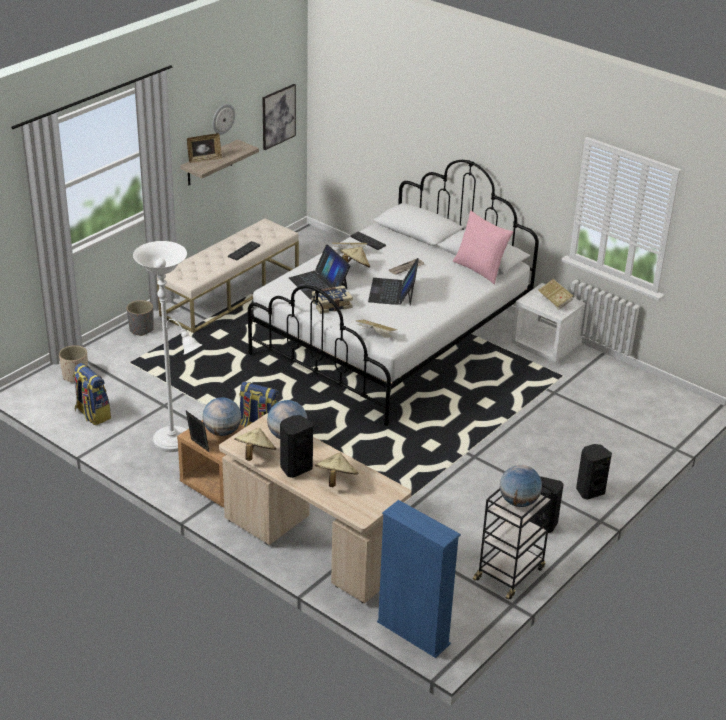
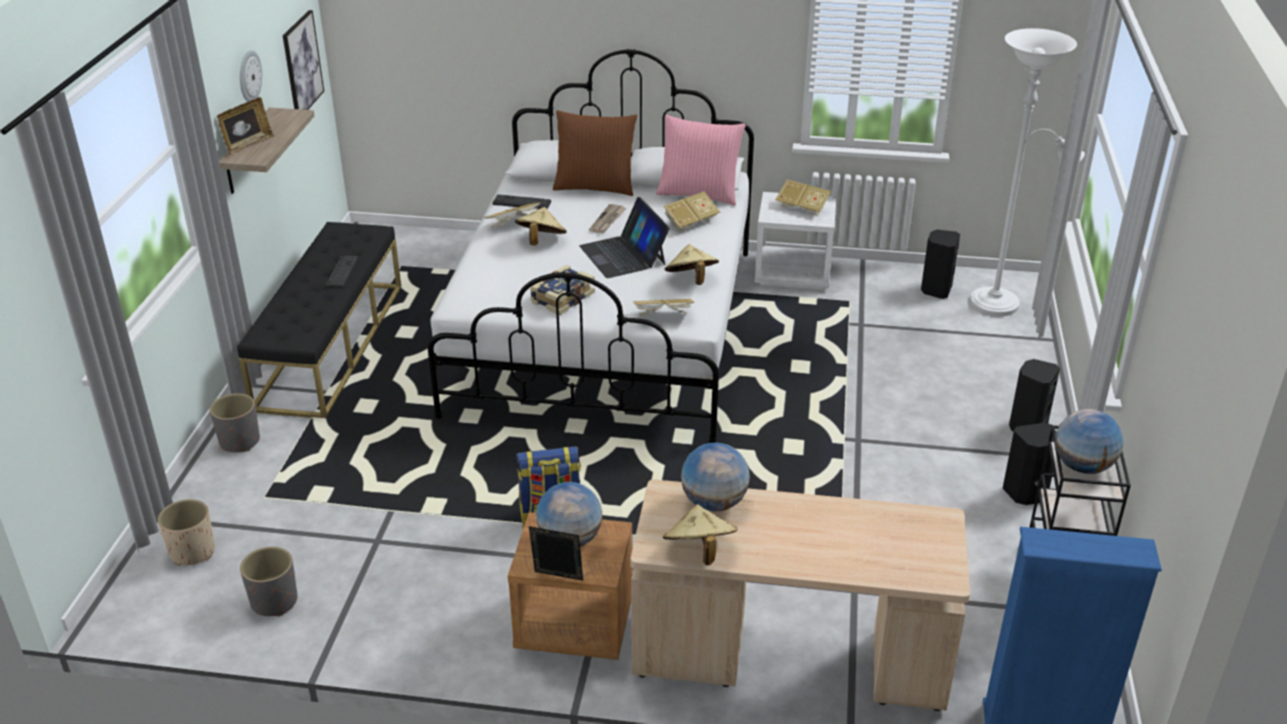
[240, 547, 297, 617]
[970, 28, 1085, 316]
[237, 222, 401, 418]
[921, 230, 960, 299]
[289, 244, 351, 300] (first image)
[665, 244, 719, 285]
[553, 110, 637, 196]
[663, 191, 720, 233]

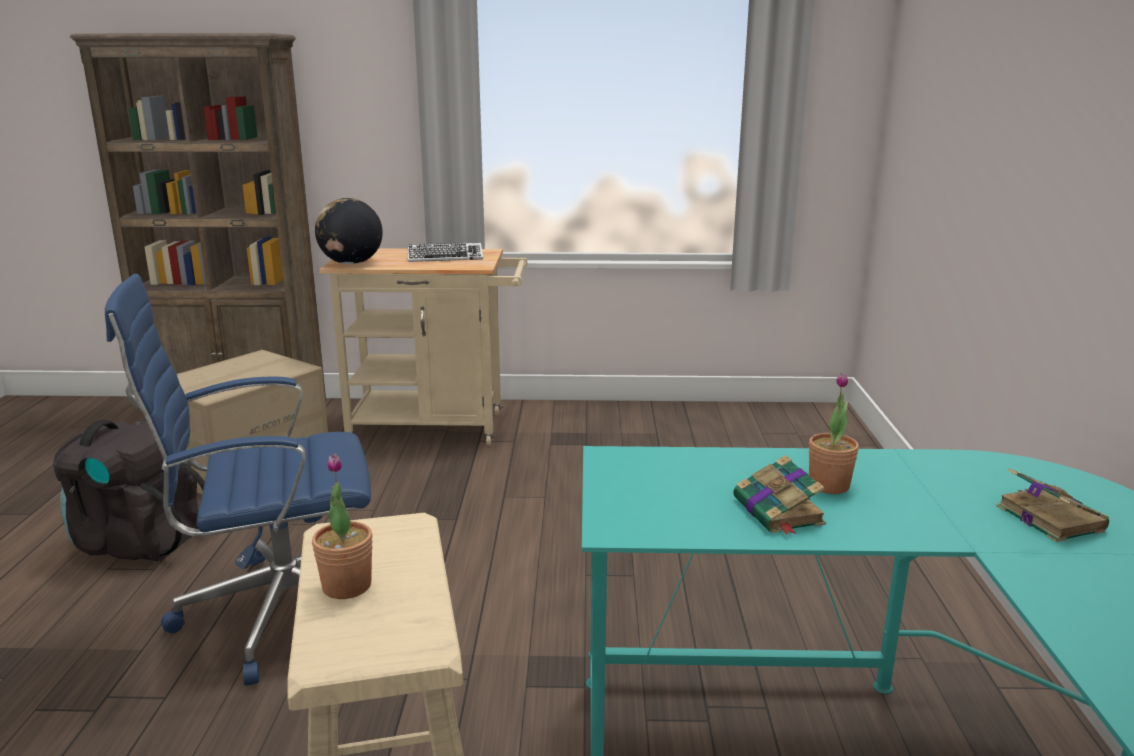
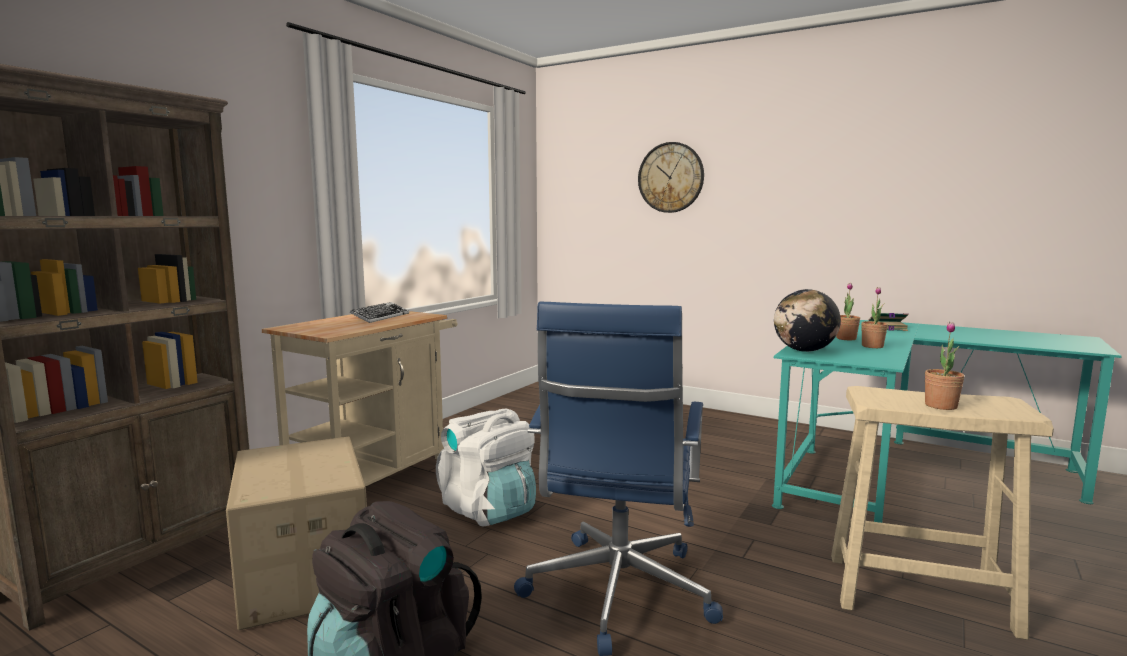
[774, 289, 841, 352]
[861, 287, 888, 348]
[436, 409, 536, 527]
[638, 142, 704, 213]

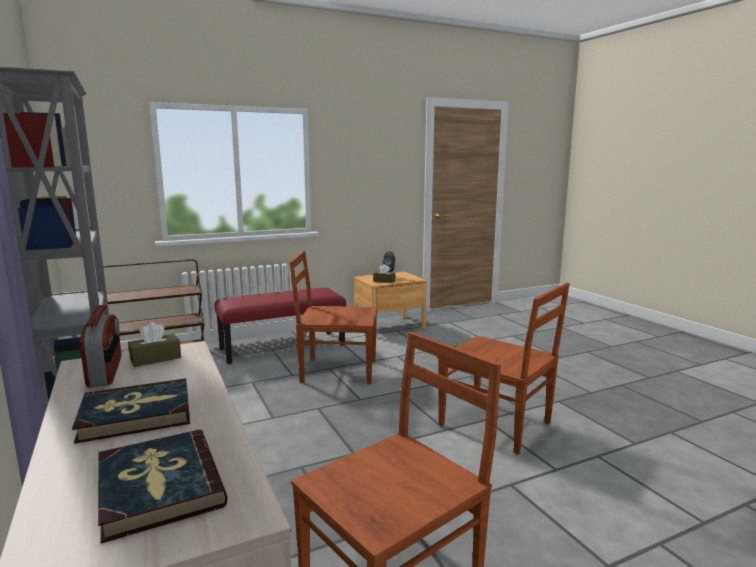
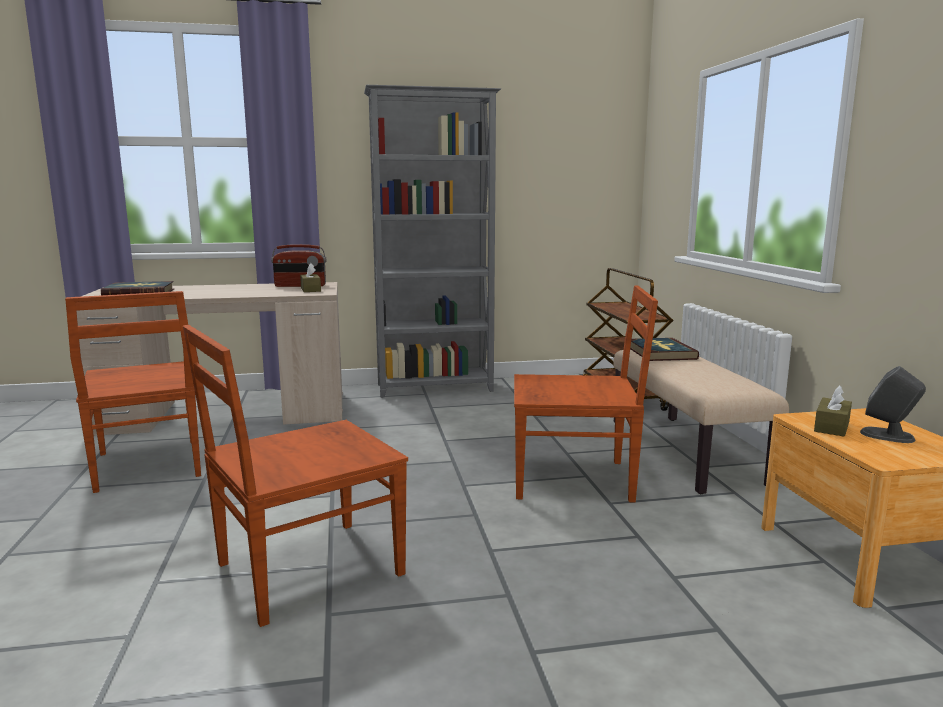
[630, 338, 699, 361]
[613, 349, 789, 494]
[514, 285, 658, 502]

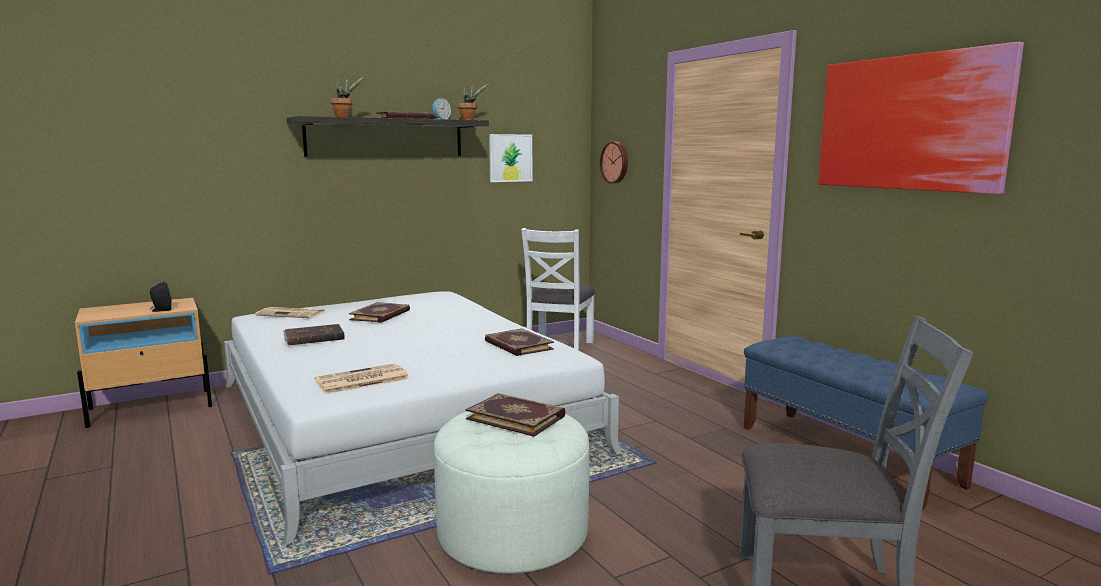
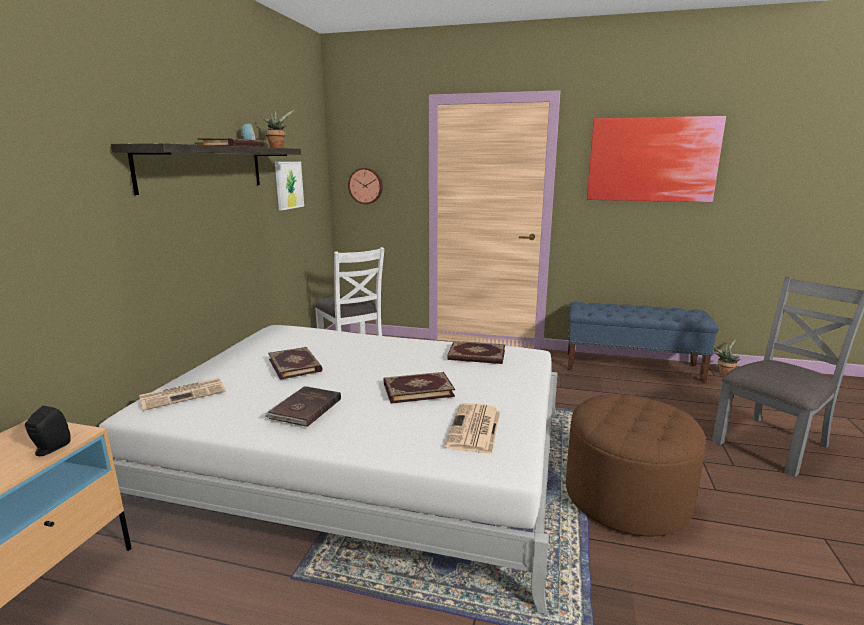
[715, 339, 740, 375]
[566, 394, 706, 536]
[384, 372, 455, 404]

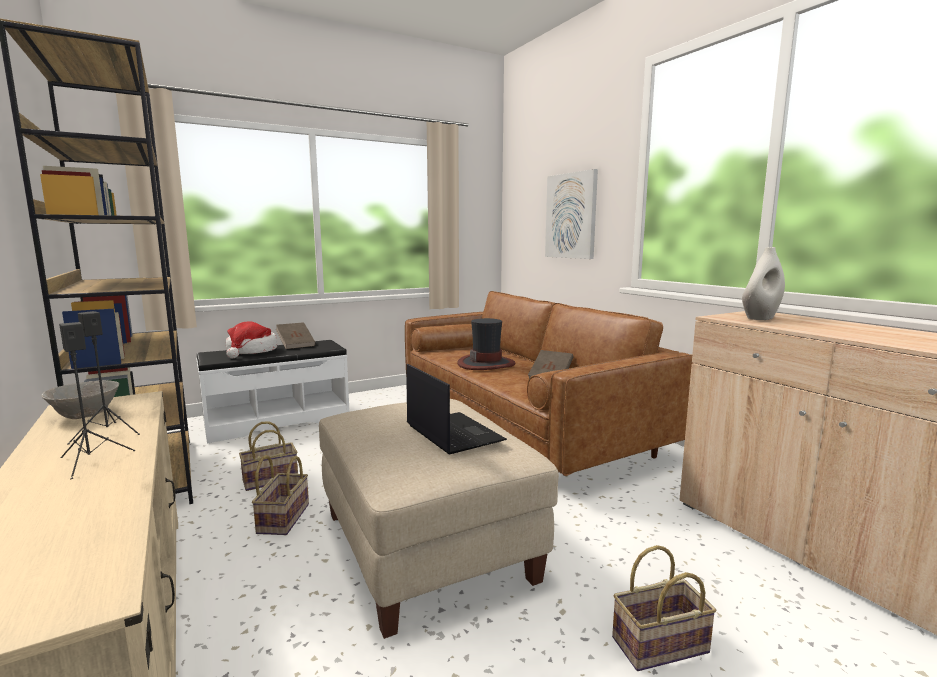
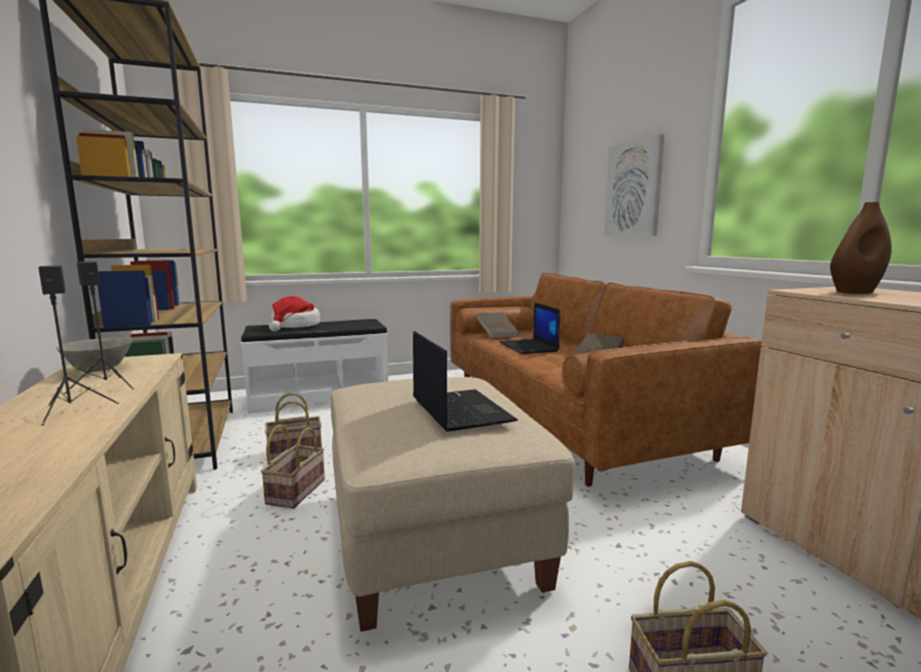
[476, 312, 519, 339]
[499, 302, 560, 354]
[830, 202, 892, 294]

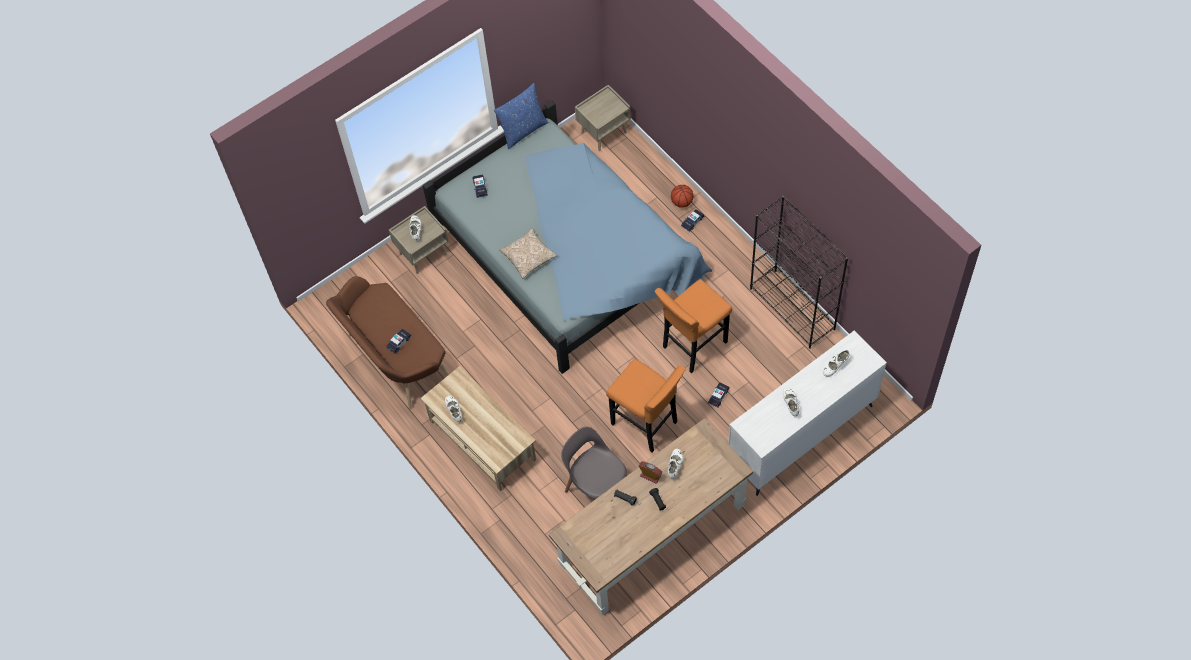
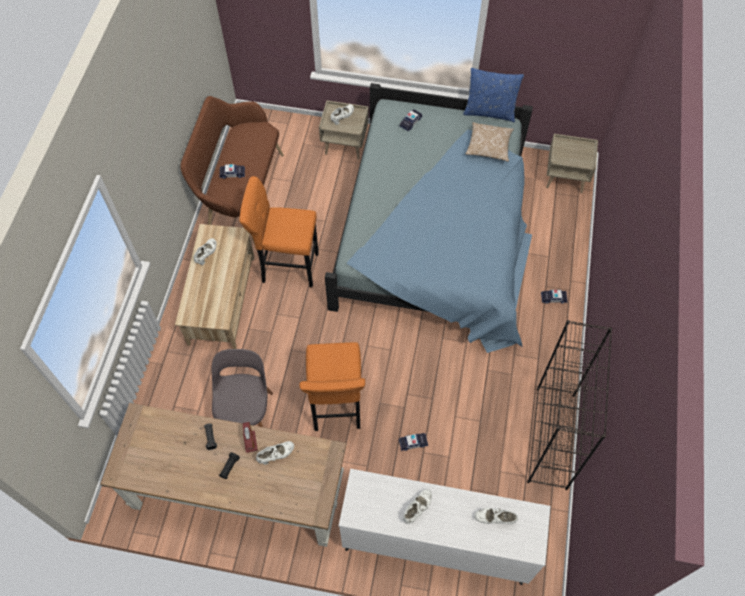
[465, 122, 514, 162]
[239, 176, 319, 288]
[671, 185, 693, 208] (first image)

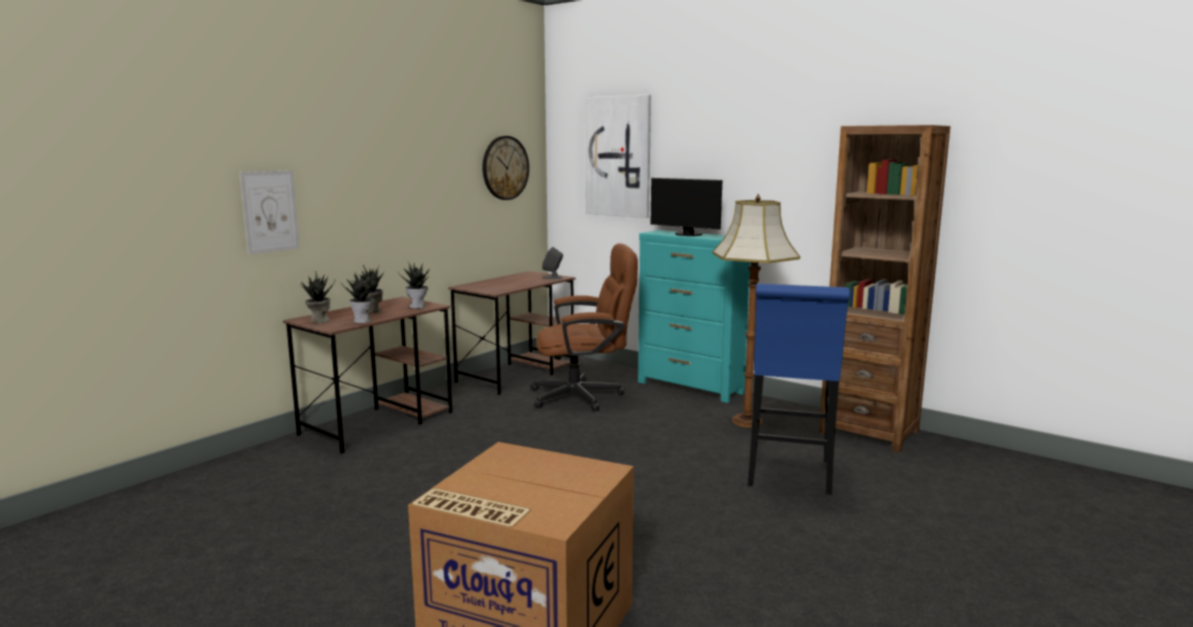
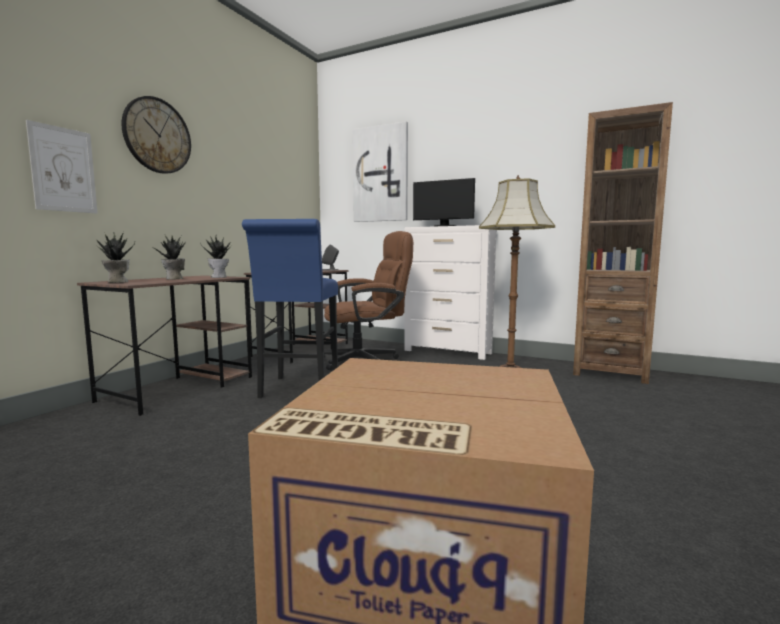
[341, 272, 374, 323] (first image)
[121, 96, 191, 174]
[404, 225, 497, 360]
[242, 219, 338, 398]

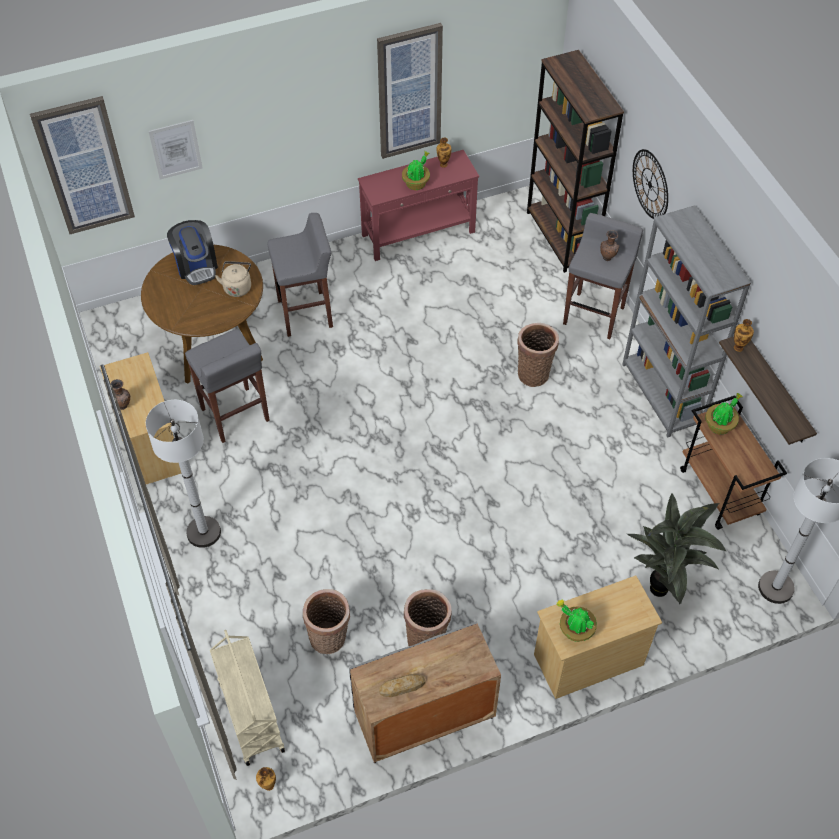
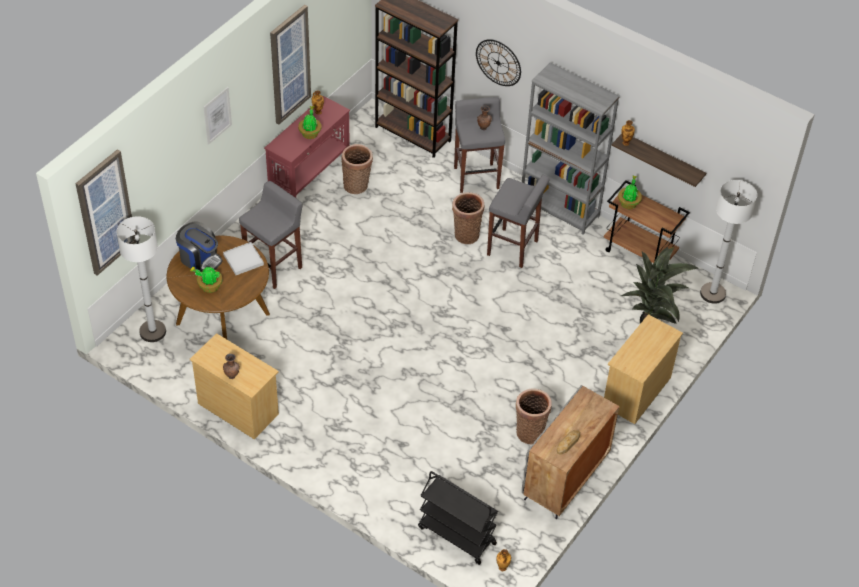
[116, 216, 166, 342]
[204, 87, 232, 145]
[487, 175, 550, 268]
[418, 471, 498, 565]
[223, 242, 264, 275]
[341, 144, 373, 194]
[190, 267, 222, 293]

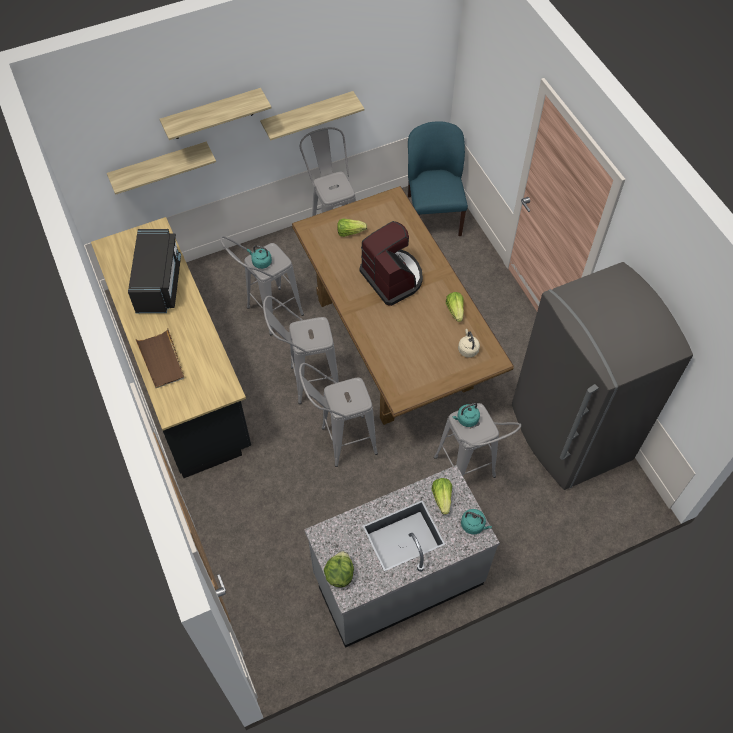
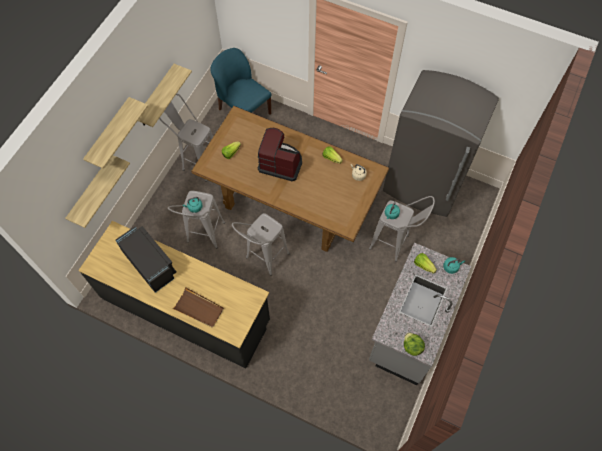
[299, 363, 378, 467] (first image)

